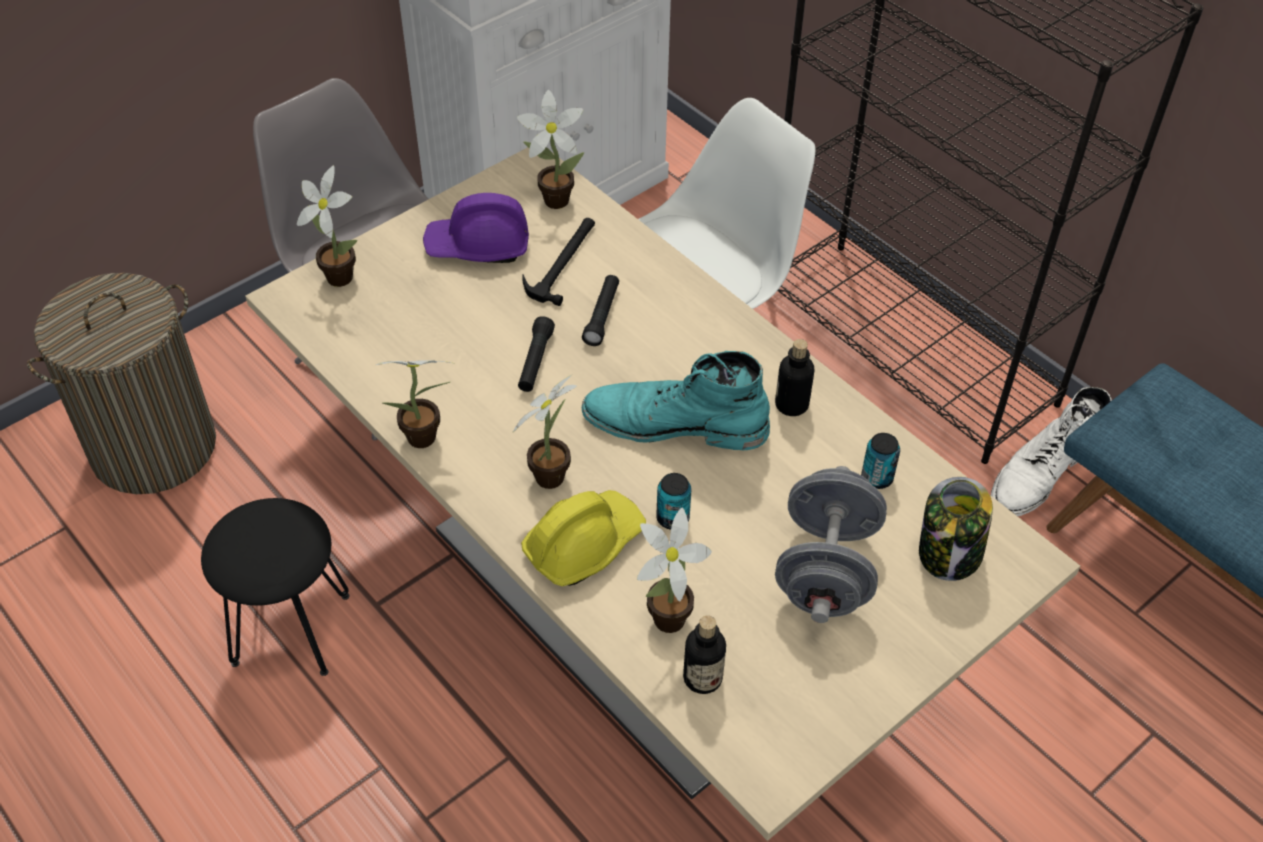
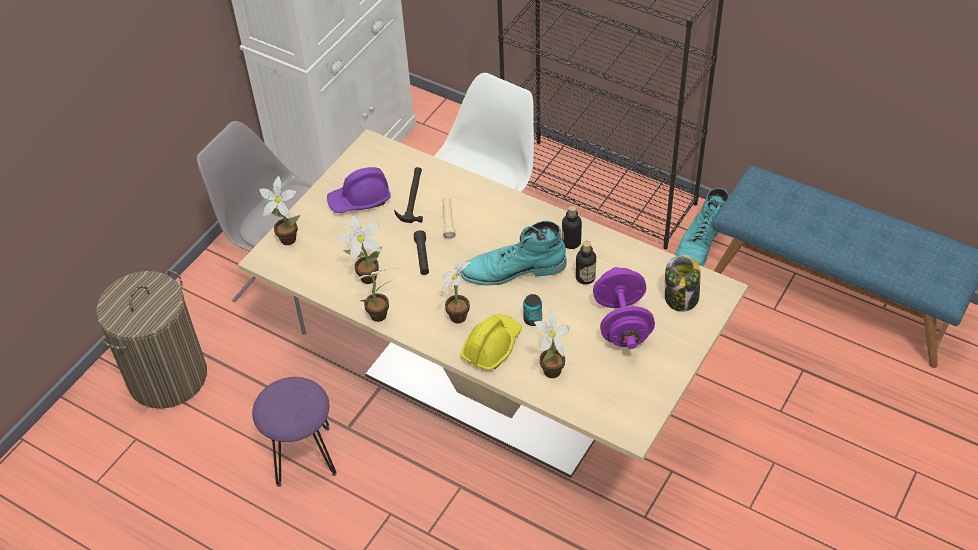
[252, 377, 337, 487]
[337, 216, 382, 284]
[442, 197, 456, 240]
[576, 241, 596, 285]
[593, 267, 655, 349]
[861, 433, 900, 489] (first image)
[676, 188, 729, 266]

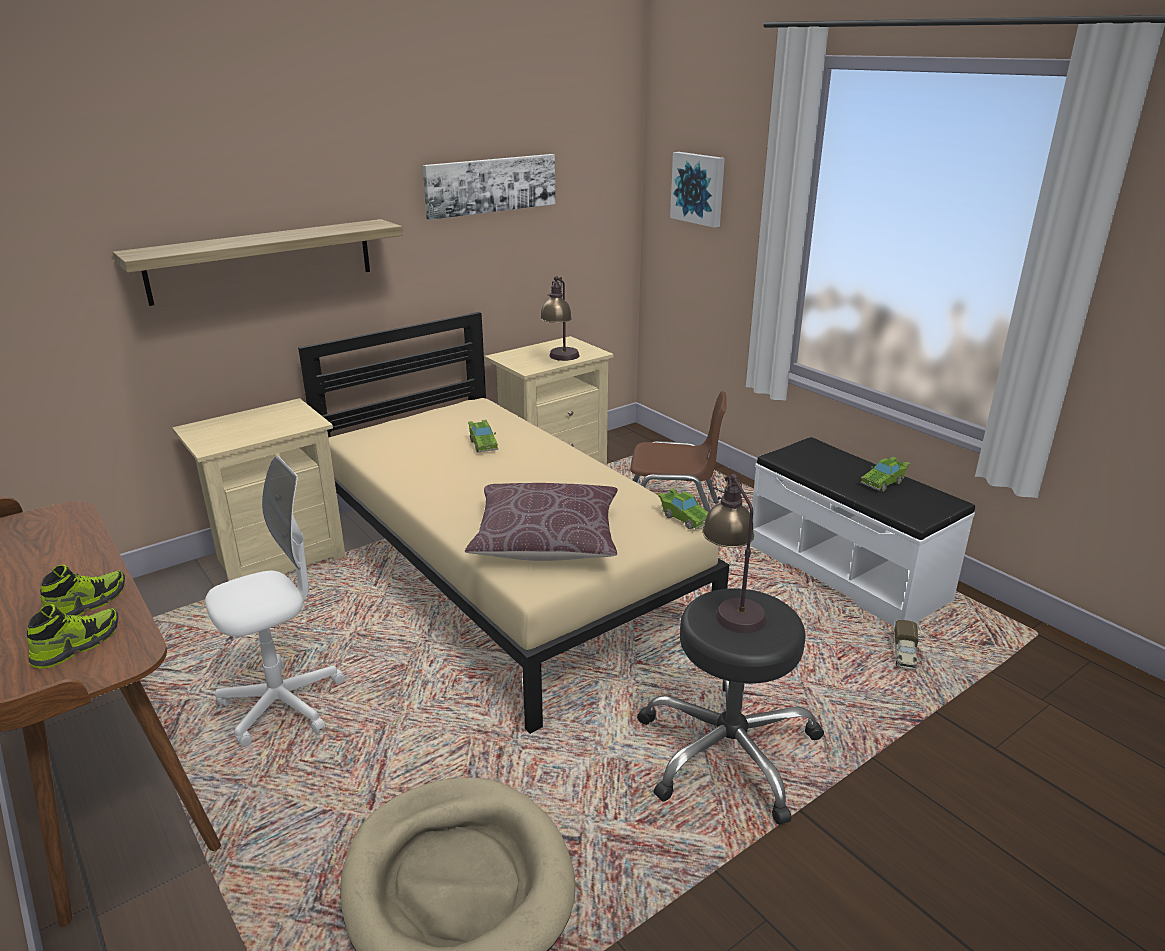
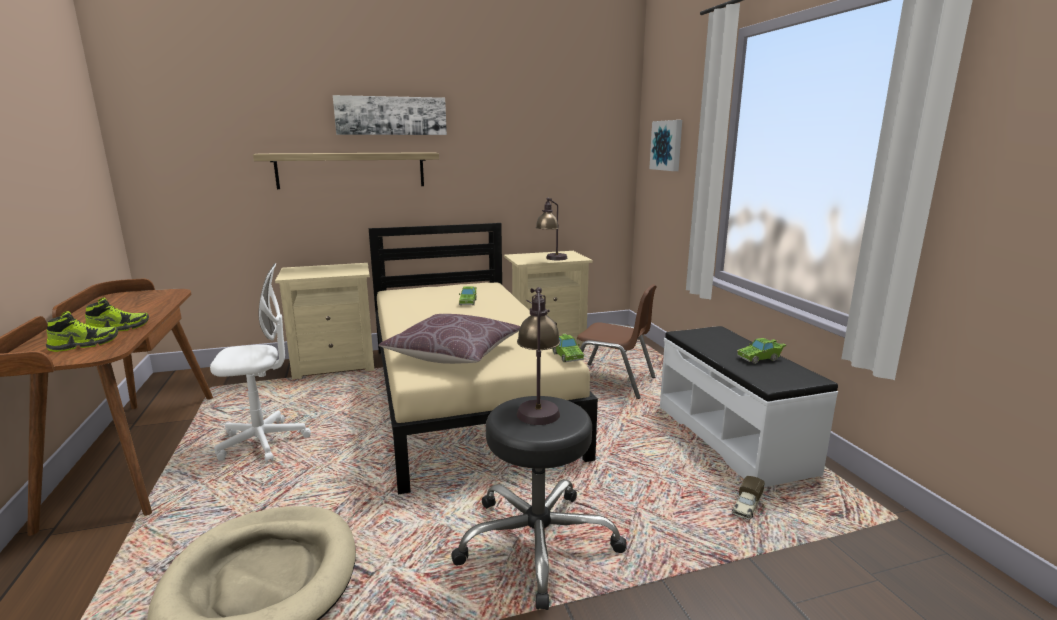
[333, 95, 447, 135]

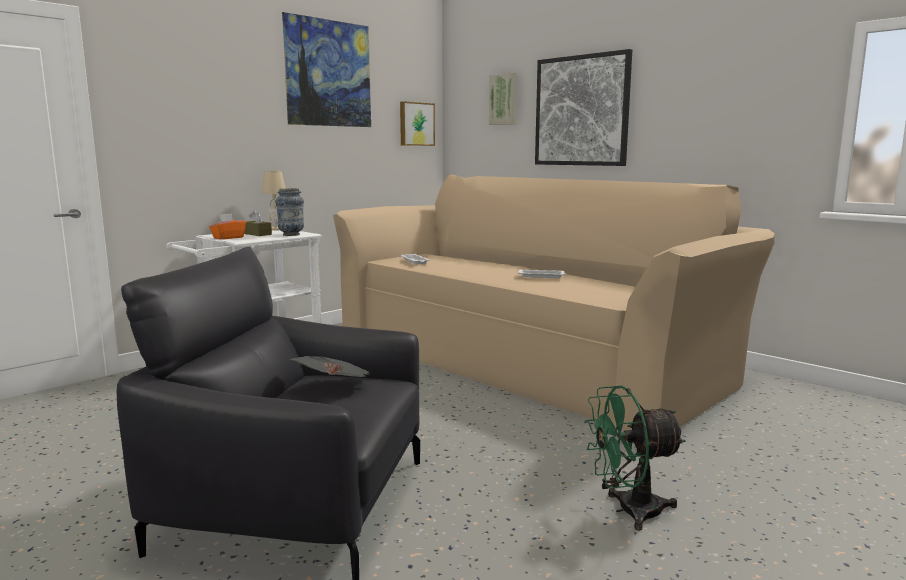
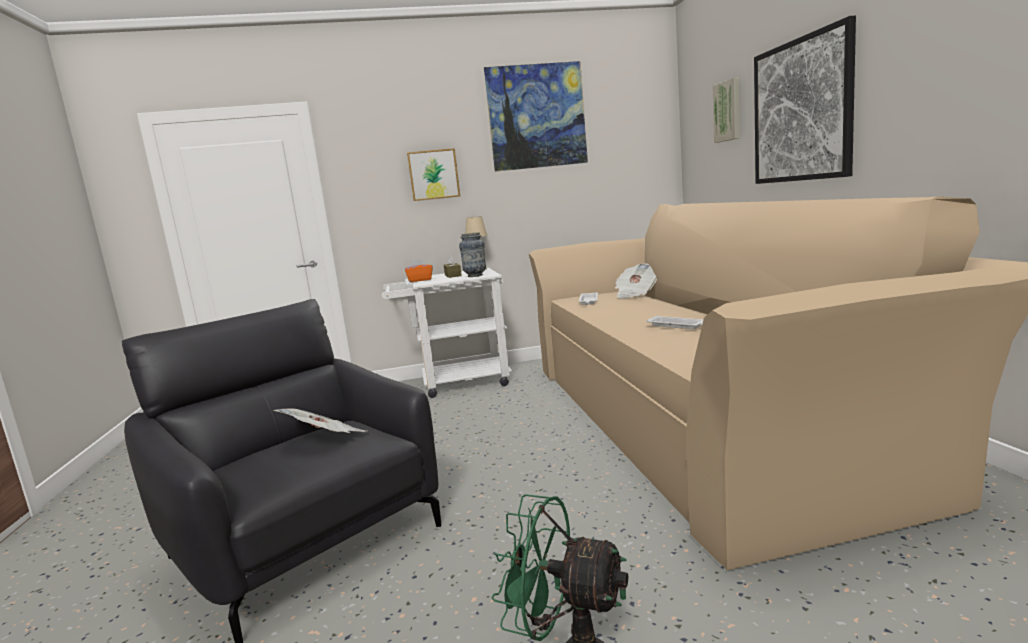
[407, 148, 460, 201]
[615, 263, 657, 298]

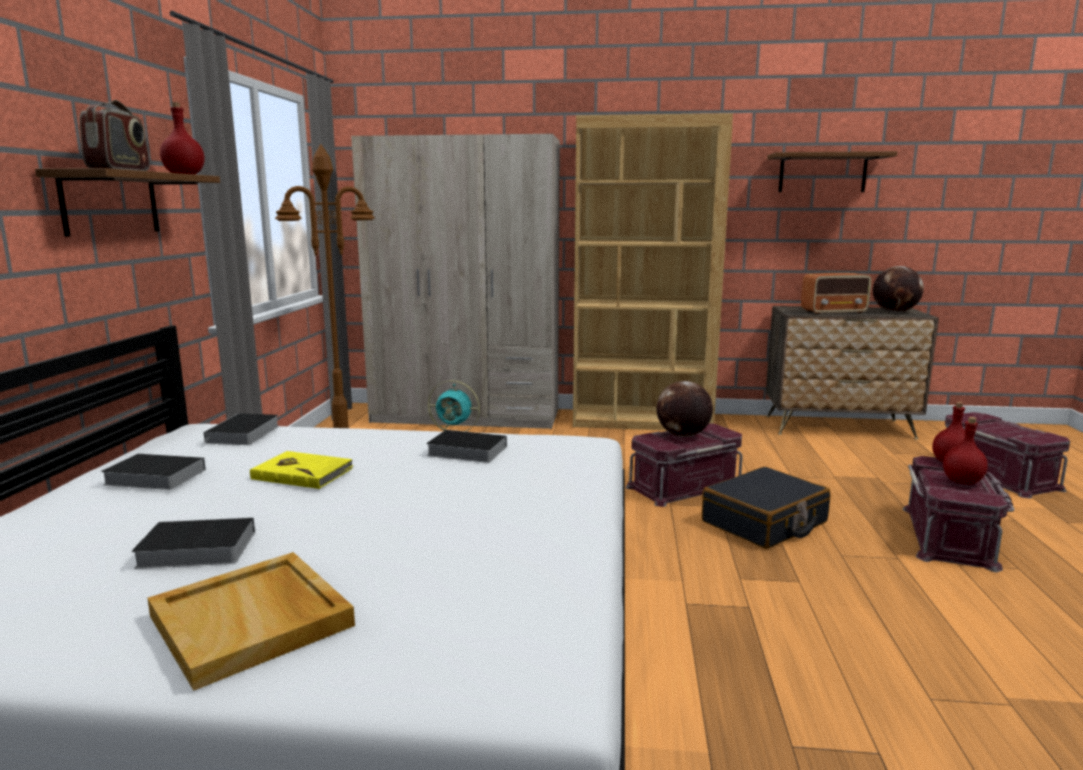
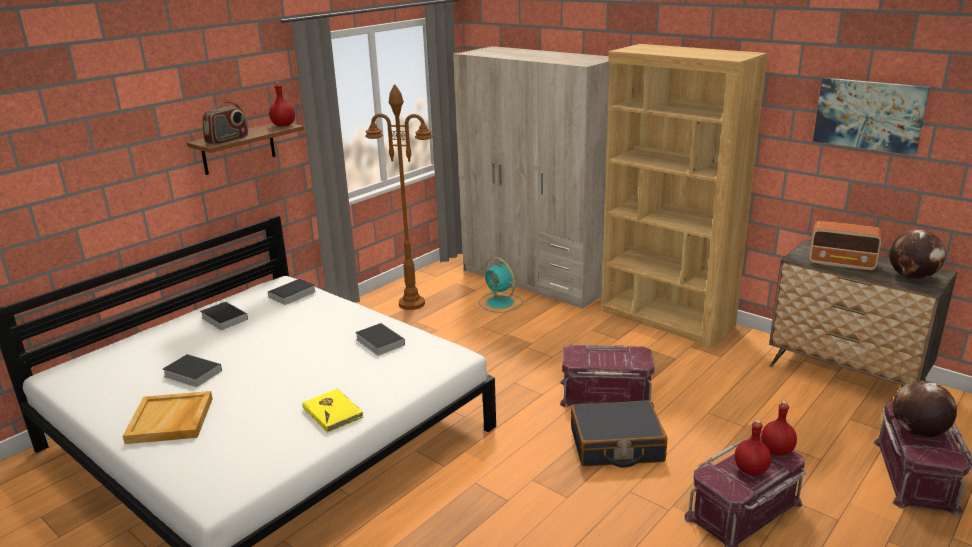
[302, 388, 364, 433]
[893, 381, 957, 438]
[813, 78, 930, 155]

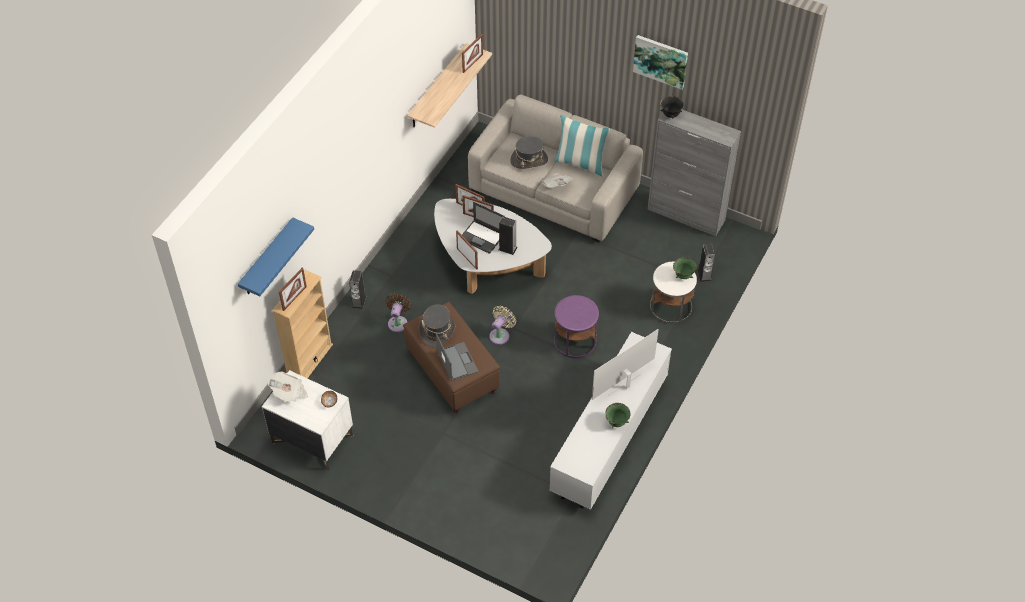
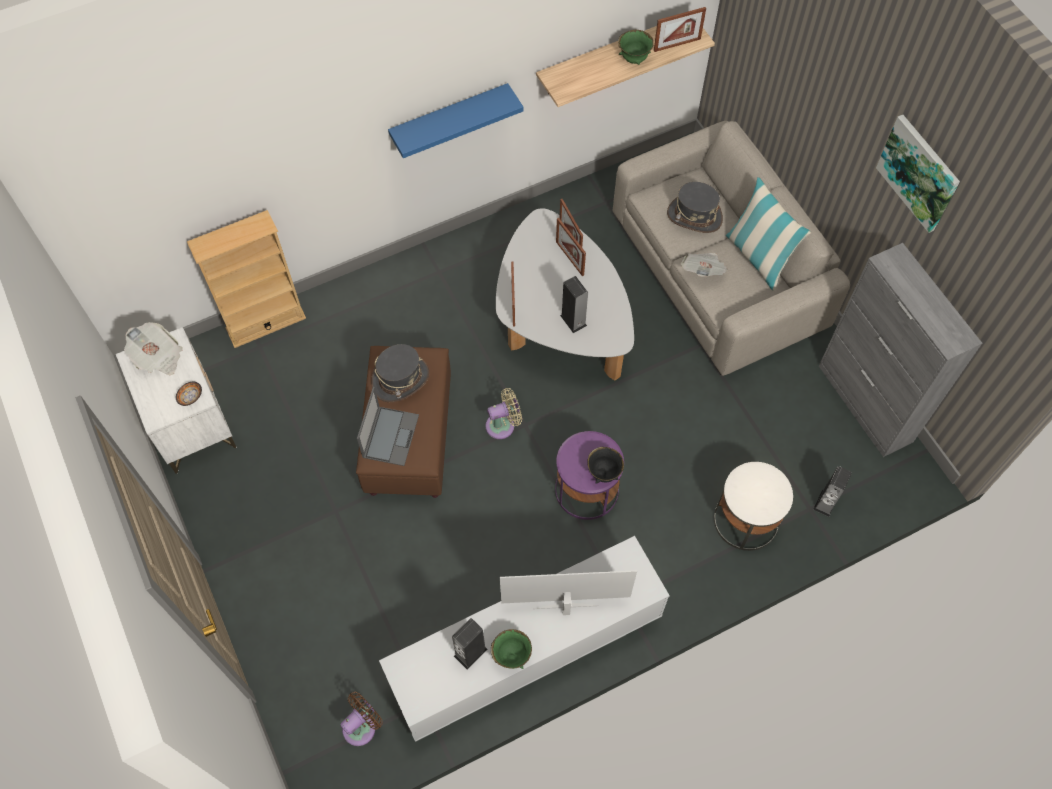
[388, 83, 523, 158]
[279, 268, 307, 311] (first image)
[452, 618, 488, 670]
[340, 692, 383, 746]
[462, 202, 505, 254] (first image)
[588, 447, 624, 484]
[618, 30, 654, 65]

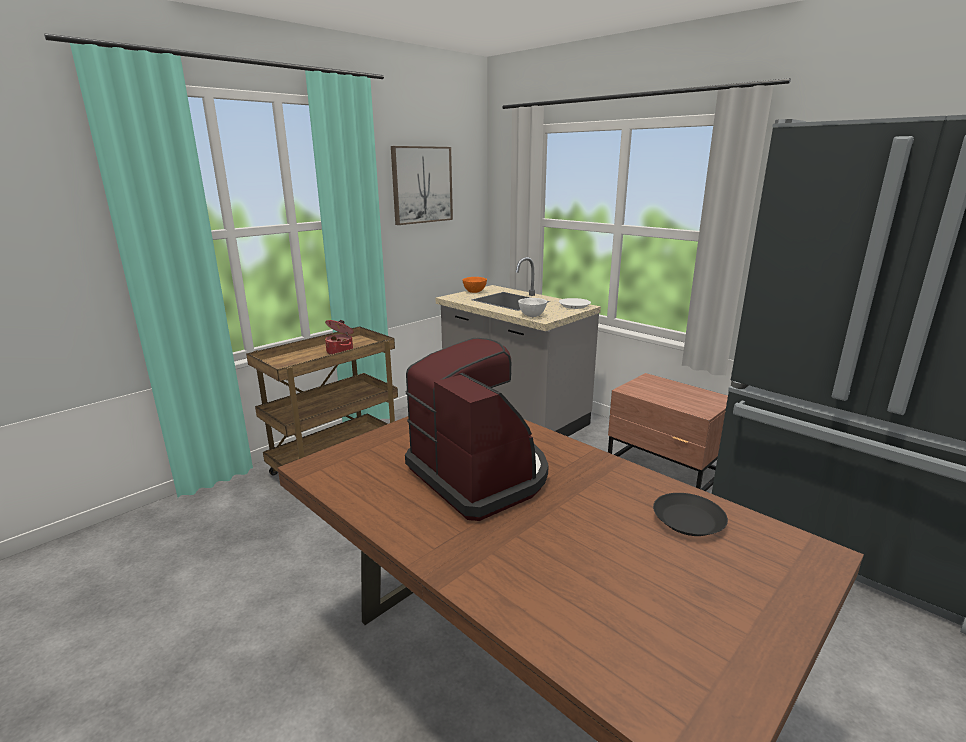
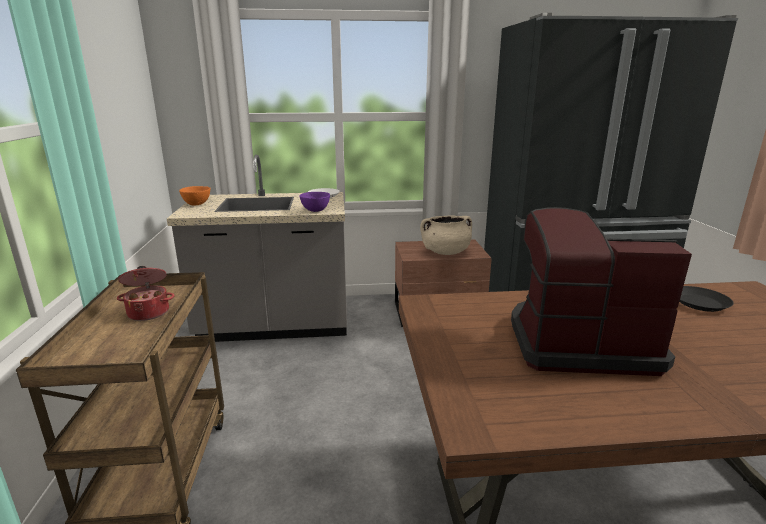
[391, 146, 453, 225] (first image)
[299, 192, 330, 212]
[420, 215, 472, 255]

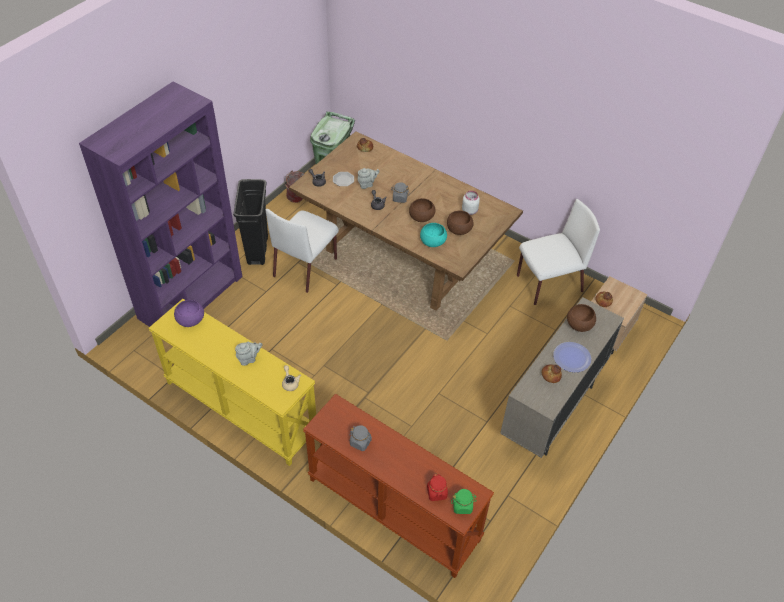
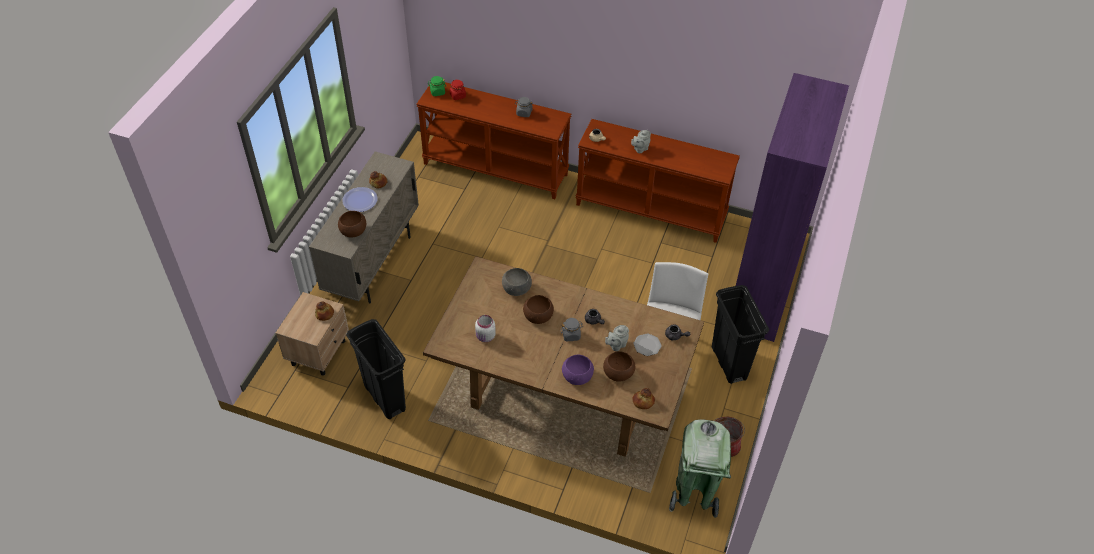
[576, 119, 740, 243]
[562, 355, 594, 385]
[502, 268, 532, 296]
[603, 351, 635, 382]
[346, 319, 406, 419]

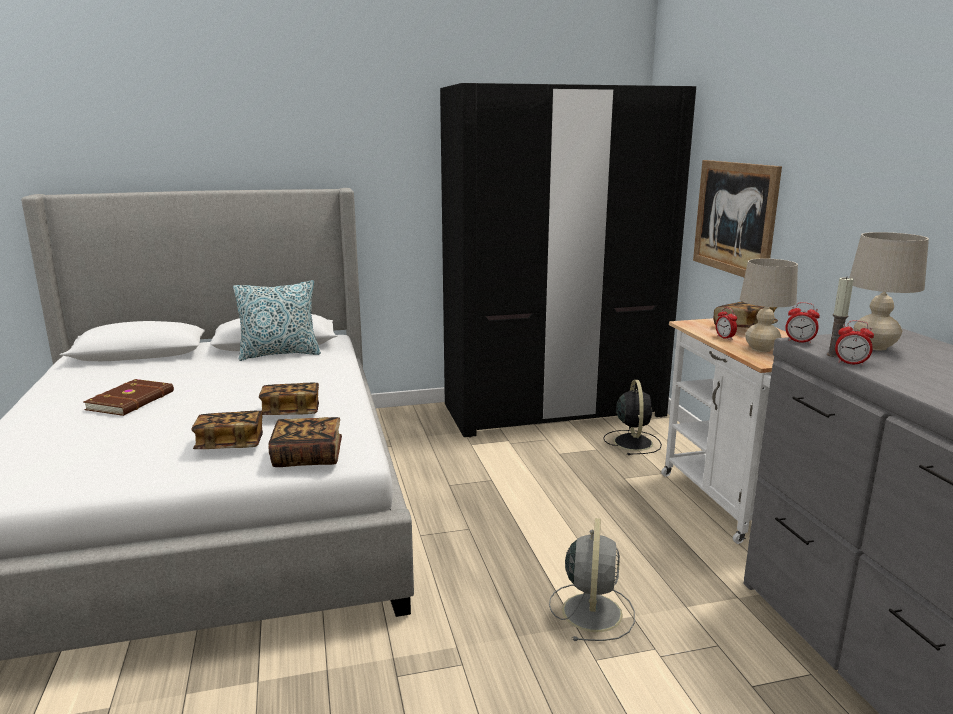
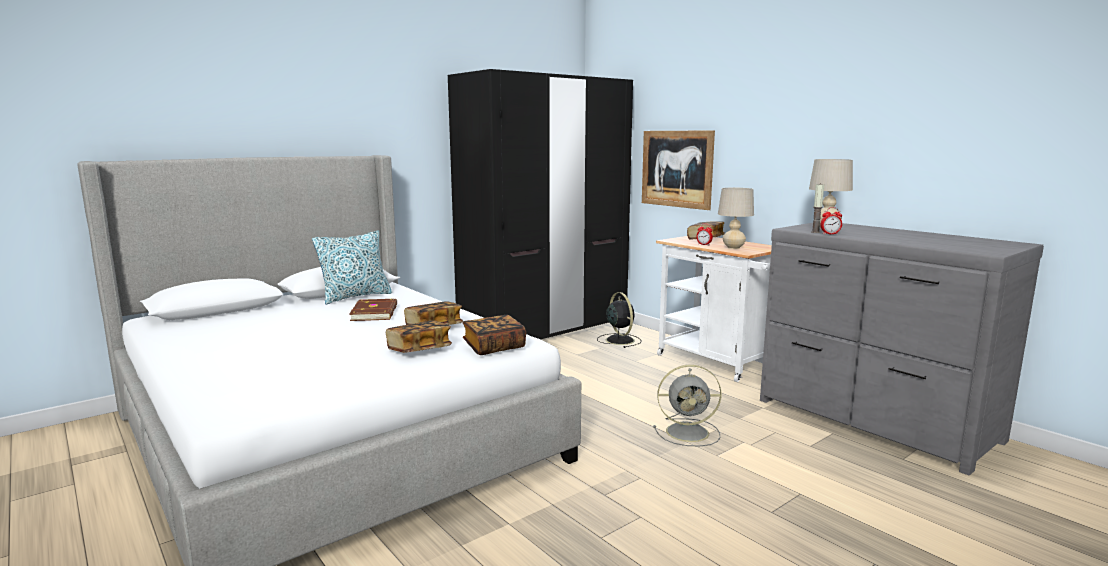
[349, 299, 397, 321]
[653, 365, 722, 447]
[785, 302, 820, 344] (first image)

